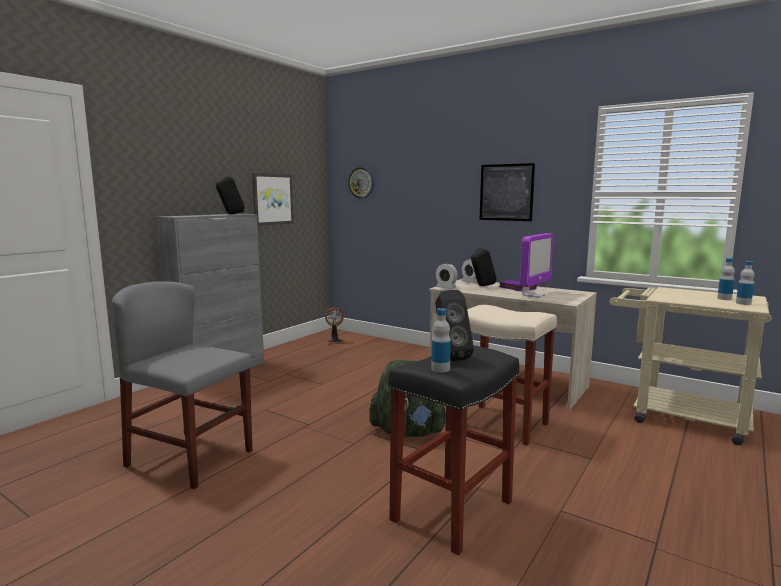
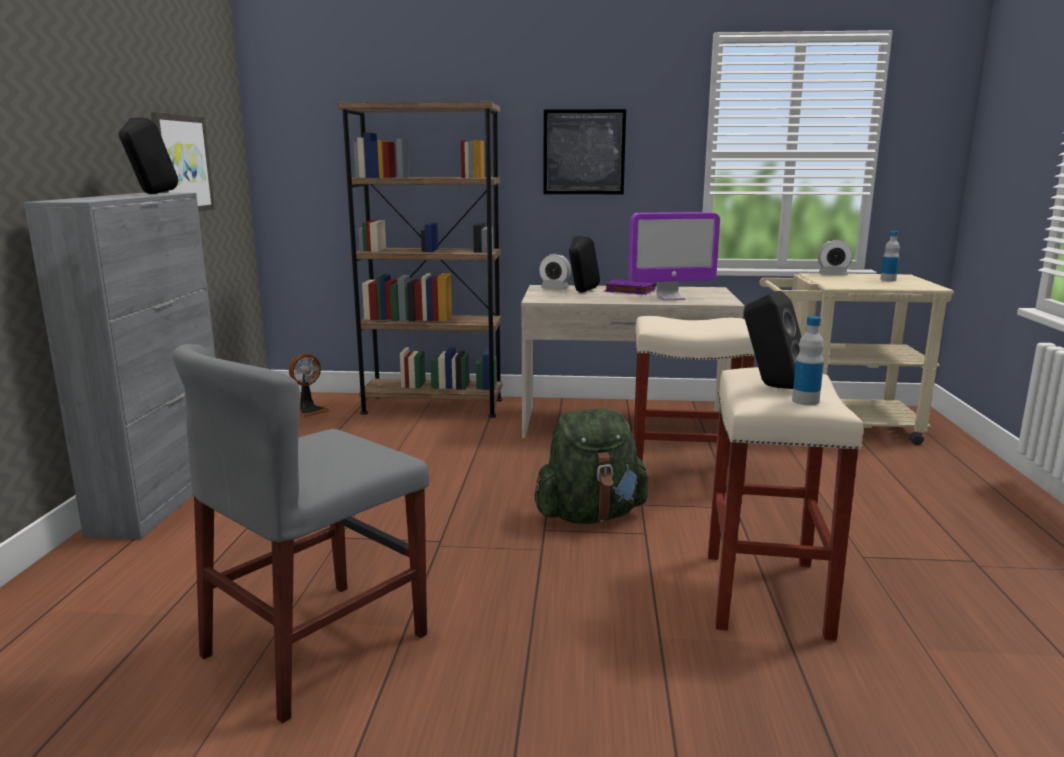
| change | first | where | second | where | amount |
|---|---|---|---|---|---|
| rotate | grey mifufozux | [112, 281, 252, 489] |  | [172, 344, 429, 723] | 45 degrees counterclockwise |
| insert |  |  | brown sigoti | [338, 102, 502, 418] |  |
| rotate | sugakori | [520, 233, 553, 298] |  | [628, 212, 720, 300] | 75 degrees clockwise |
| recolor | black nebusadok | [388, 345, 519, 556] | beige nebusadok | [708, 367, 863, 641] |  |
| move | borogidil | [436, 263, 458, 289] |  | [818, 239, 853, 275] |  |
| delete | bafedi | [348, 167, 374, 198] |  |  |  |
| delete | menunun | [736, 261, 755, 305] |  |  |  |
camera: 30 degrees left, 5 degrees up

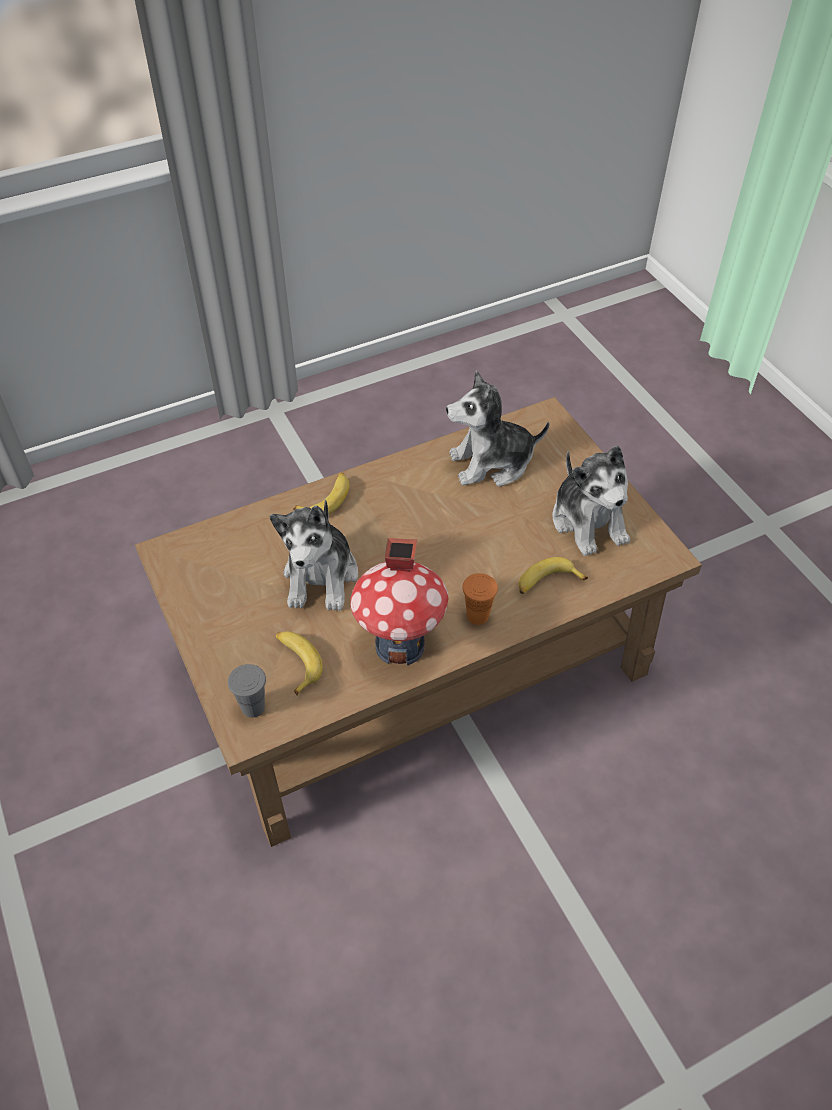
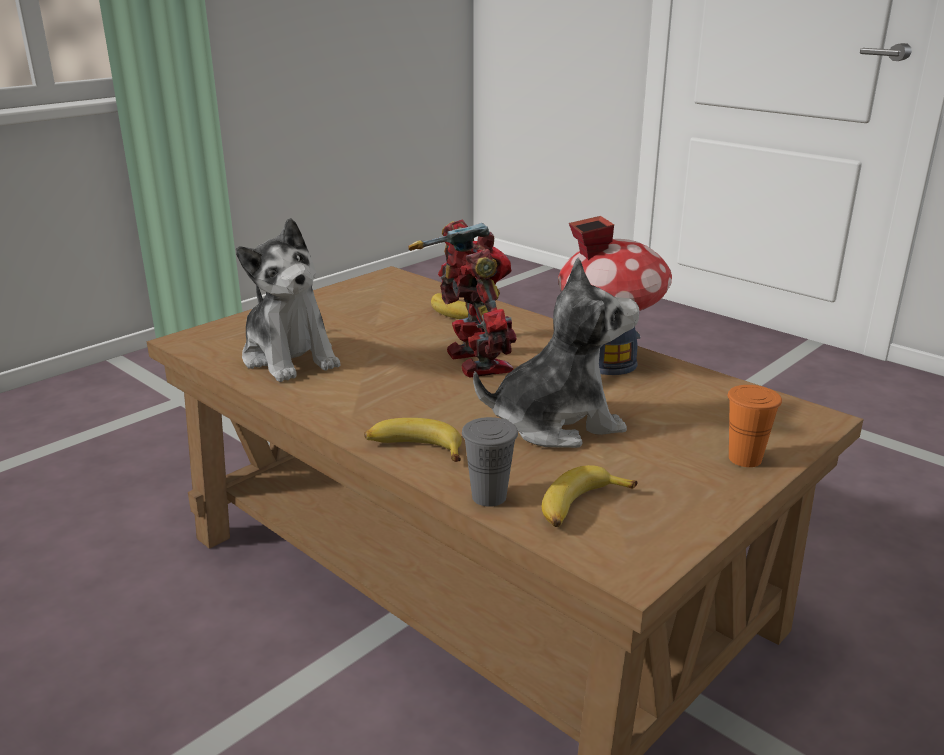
| change | first | where | second | where | amount |
|---|---|---|---|---|---|
| insert |  |  | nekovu | [408, 219, 517, 377] |  |
| move | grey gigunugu | [228, 664, 266, 718] |  | [462, 417, 518, 507] |  |
| move | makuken | [276, 631, 323, 696] |  | [542, 465, 638, 527] |  |
| move | orange gigunugu | [462, 573, 498, 625] |  | [728, 385, 782, 467] |  |
| delete | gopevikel | [552, 446, 630, 556] |  |  |  |
camera: 110 degrees left, 25 degrees down

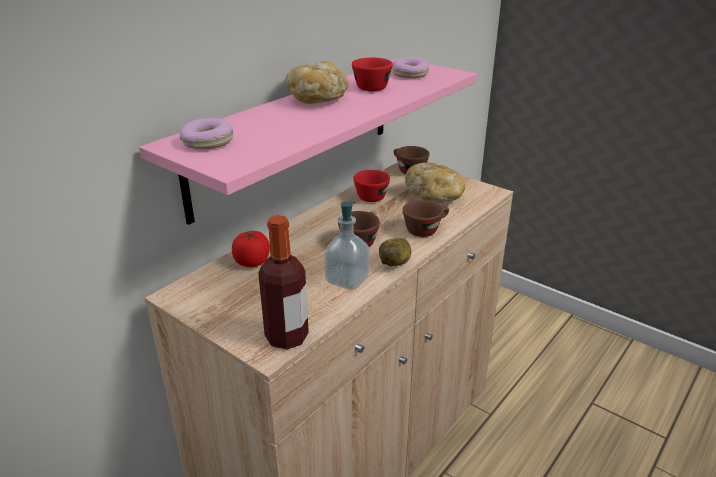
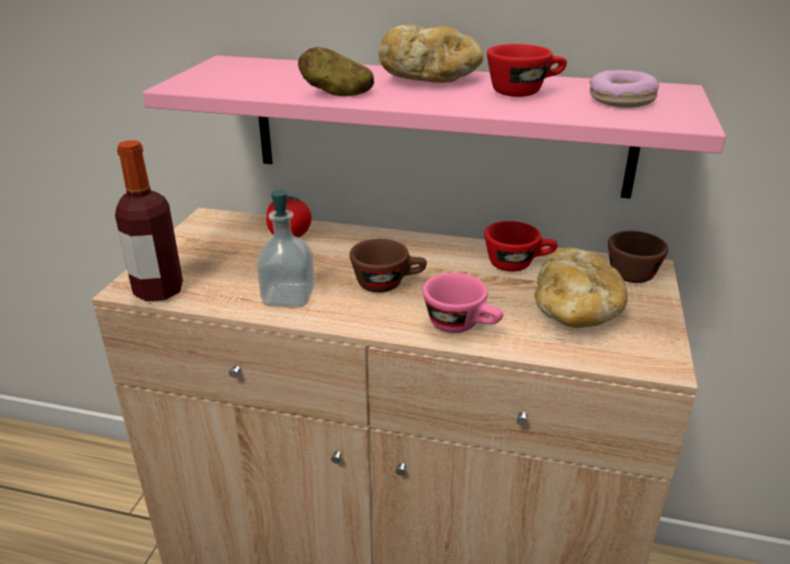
| change | first | where | second | where | amount |
|---|---|---|---|---|---|
| move | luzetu | [379, 238, 411, 266] |  | [298, 47, 374, 96] |  |
| recolor | brown gigunugu | [403, 200, 449, 237] | pink gigunugu | [423, 273, 503, 333] |  |
| delete | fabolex | [180, 118, 233, 150] |  |  |  |
camera: 65 degrees right, 0 degrees up

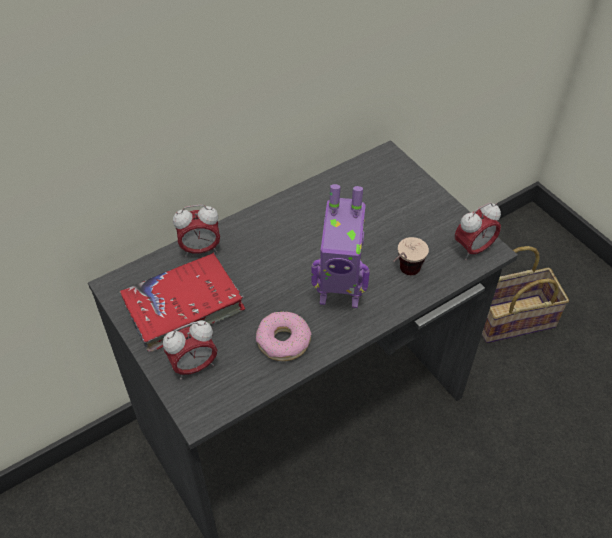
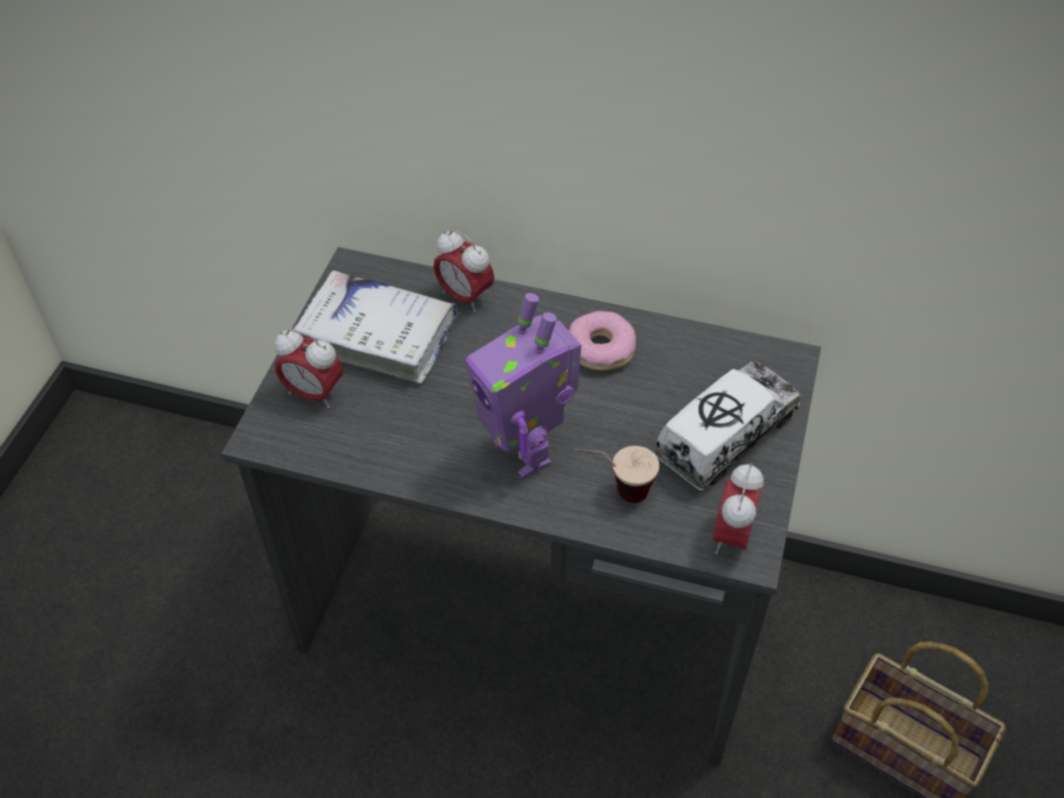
| change | first | where | second | where | amount |
|---|---|---|---|---|---|
| recolor | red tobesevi | [120, 252, 245, 352] | white tobesevi | [293, 270, 458, 384] |  |
| move | fabolex | [256, 311, 311, 361] |  | [569, 311, 636, 371] |  |
| insert |  |  | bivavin | [654, 361, 801, 492] |  |
| rotate | borogidil | [455, 202, 501, 260] |  | [712, 463, 764, 554] | 90 degrees clockwise |
camera: 50 degrees right, 0 degrees up

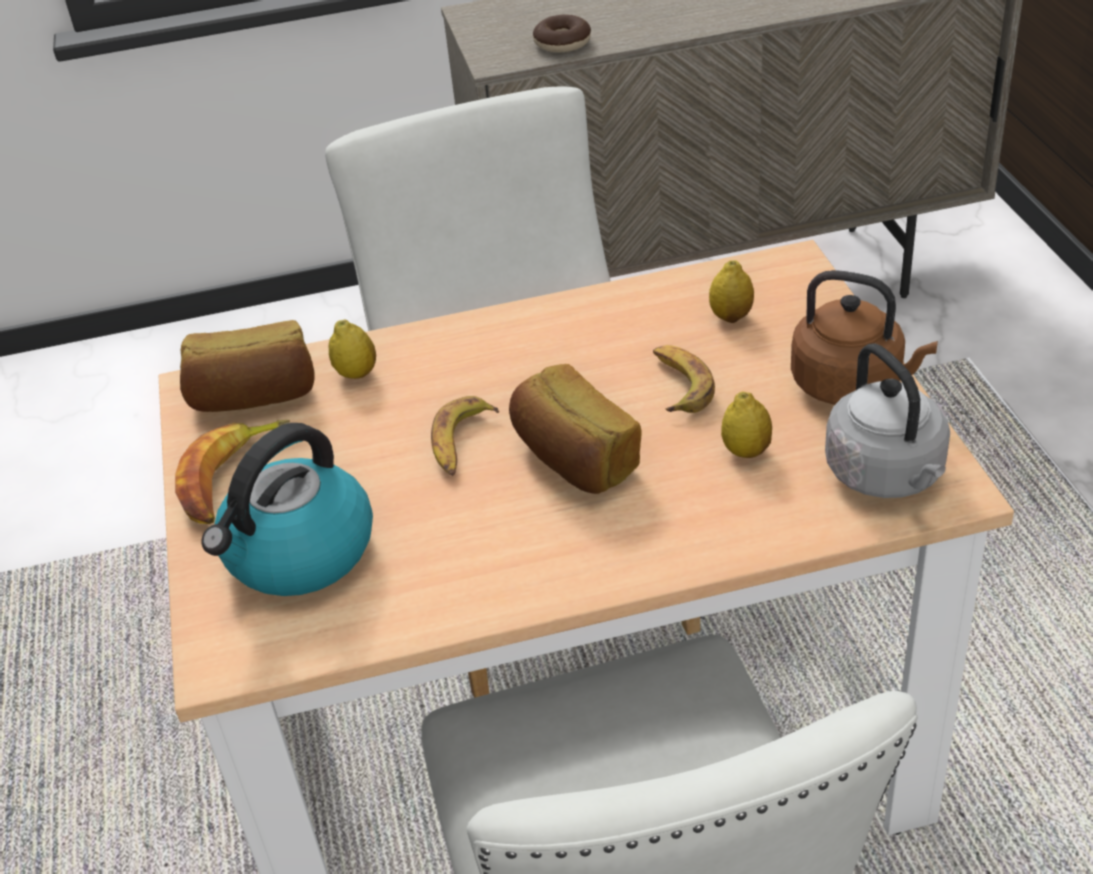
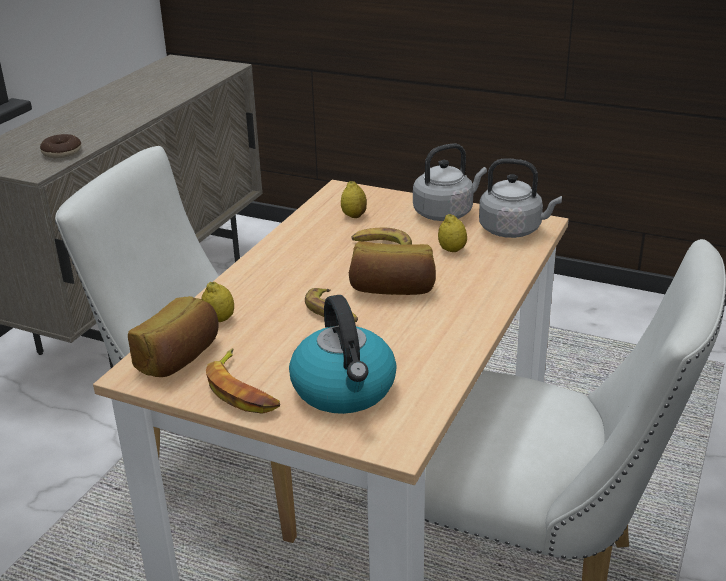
| change | first | where | second | where | amount |
|---|---|---|---|---|---|
| recolor | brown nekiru | [791, 270, 938, 405] | grey nekiru | [413, 143, 487, 221] |  |
camera: 55 degrees left, 10 degrees down

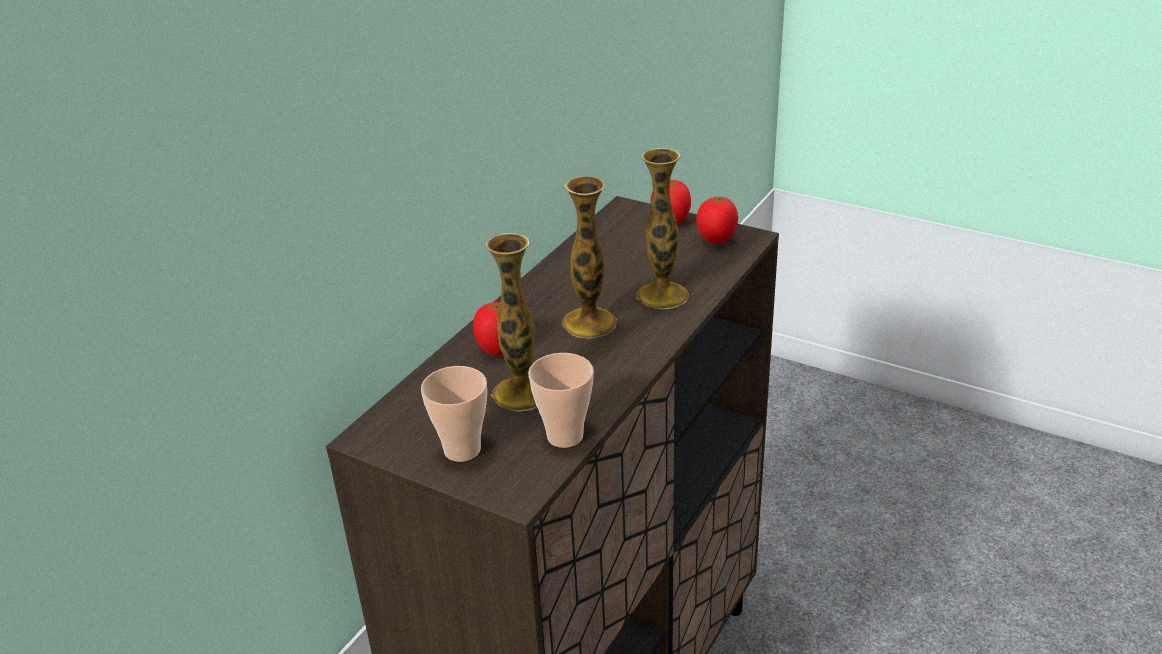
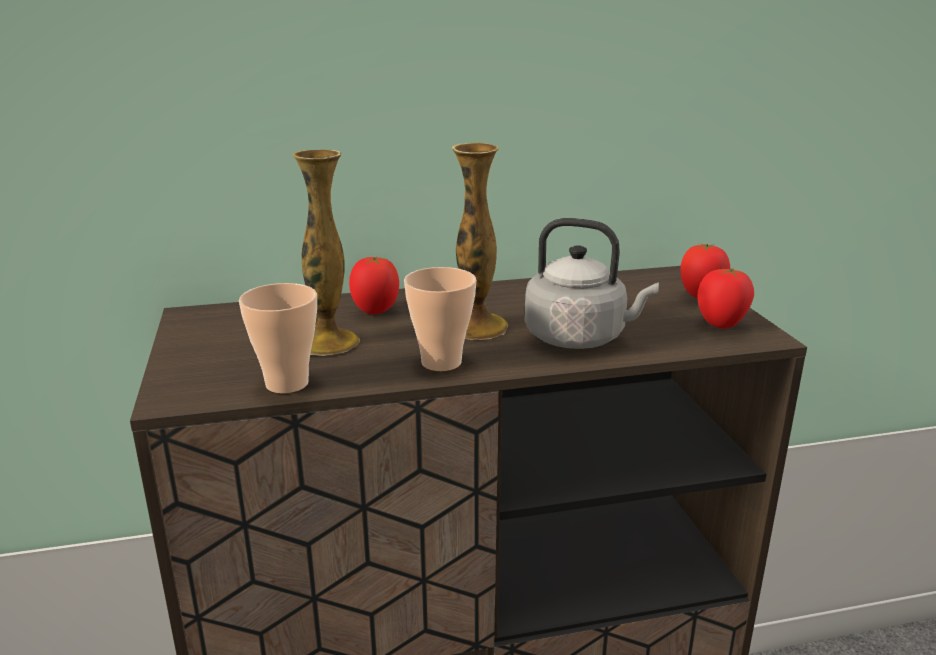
| change | first | where | second | where | amount |
|---|---|---|---|---|---|
| move | gigunugu | [421, 366, 487, 462] |  | [404, 267, 476, 371] |  |
| replace | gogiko | [636, 148, 689, 309] | grey nekiru | [525, 218, 659, 349] |  |
camera: 45 degrees right, 10 degrees down

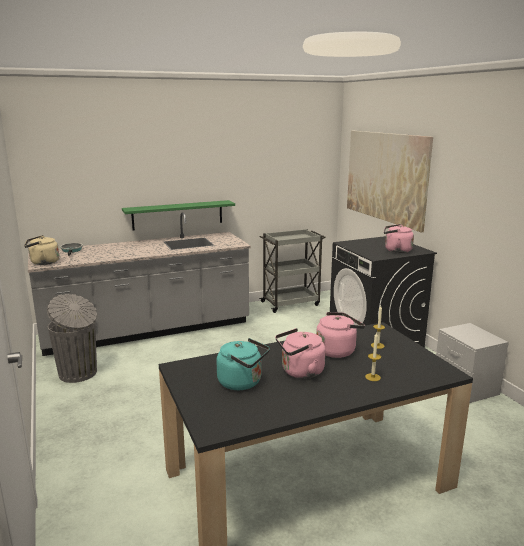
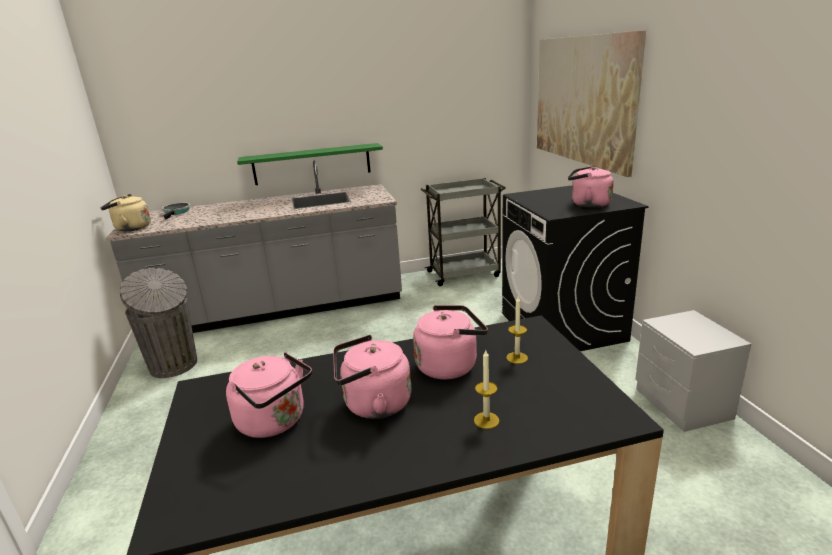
| change | first | where | second | where | amount |
|---|---|---|---|---|---|
| recolor | turquoise nekiru | [217, 338, 270, 390] | pink nekiru | [226, 352, 312, 438] |  |
camera: 10 degrees right, 5 degrees up

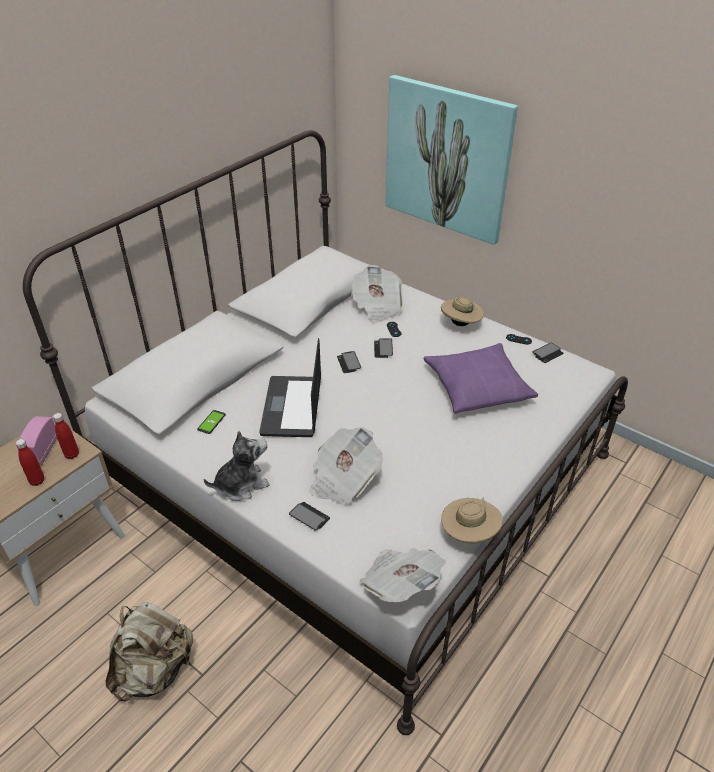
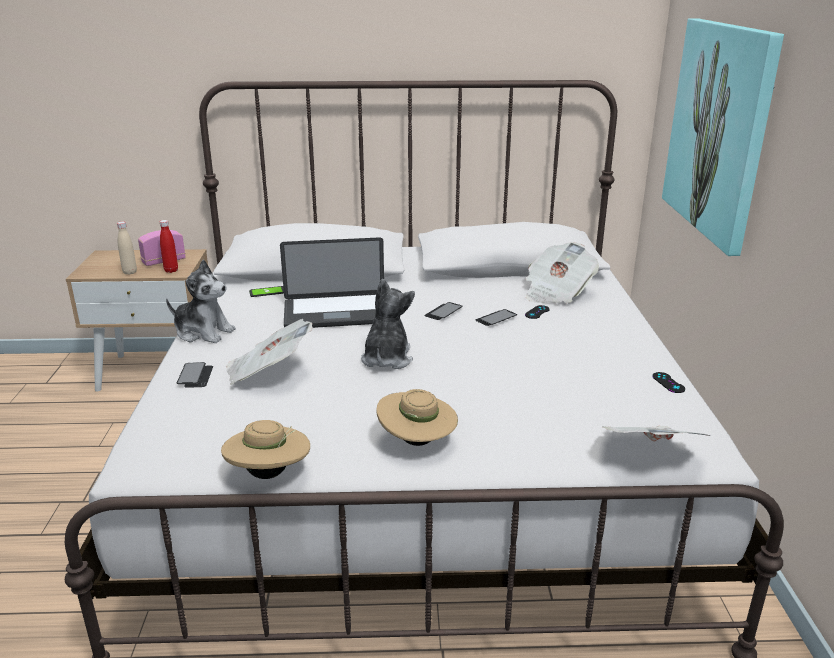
| change | first | where | second | where | amount |
|---|---|---|---|---|---|
| recolor | red menunun | [15, 439, 44, 486] | beige menunun | [117, 221, 137, 275] |  |
| rotate | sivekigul | [259, 338, 321, 437] |  | [280, 238, 384, 328] | 150 degrees counterclockwise |
| insert |  |  | gopevikel | [361, 279, 415, 369] |  |
| move | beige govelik | [441, 297, 484, 326] |  | [377, 389, 458, 446] |  |
| move | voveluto | [359, 549, 446, 602] |  | [603, 426, 711, 441] |  |
| delete | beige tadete | [106, 602, 193, 701] |  |  |  |
| delete | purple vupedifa | [424, 343, 538, 414] |  |  |  |
| delete | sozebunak | [532, 343, 564, 363] |  |  |  |
camera: 50 degrees right, 15 degrees down

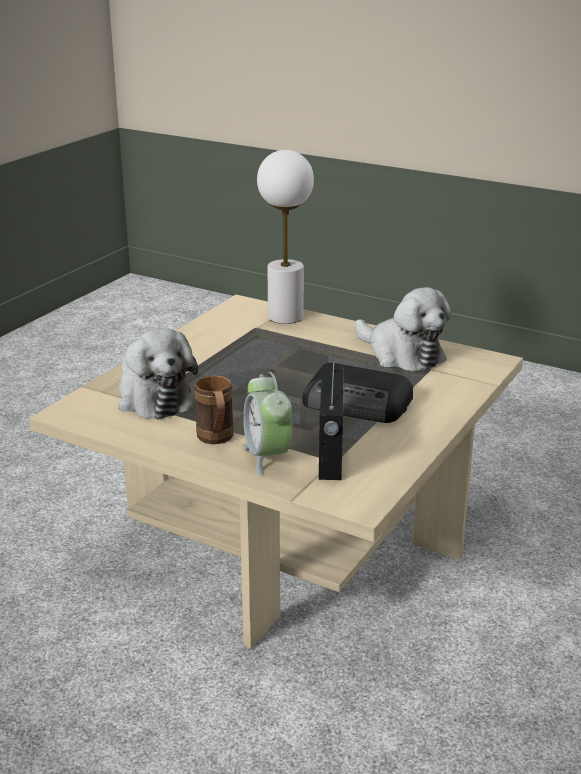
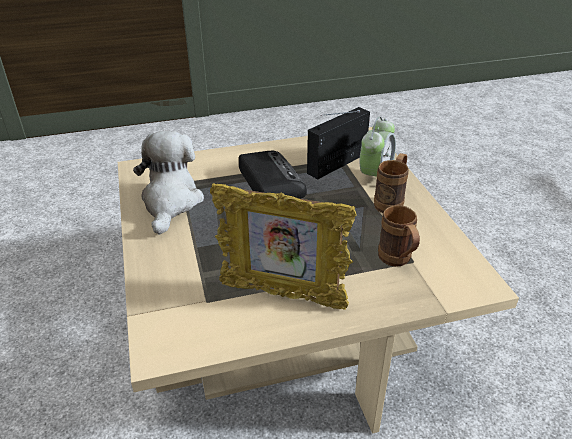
| change | first | where | second | where | amount |
|---|---|---|---|---|---|
| insert |  |  | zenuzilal | [210, 183, 357, 310] |  |
| replace | gopevikel | [118, 328, 198, 419] | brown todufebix | [378, 205, 420, 267] |  |
| delete | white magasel | [257, 150, 314, 324] |  |  |  |
camera: 135 degrees left, 10 degrees up

